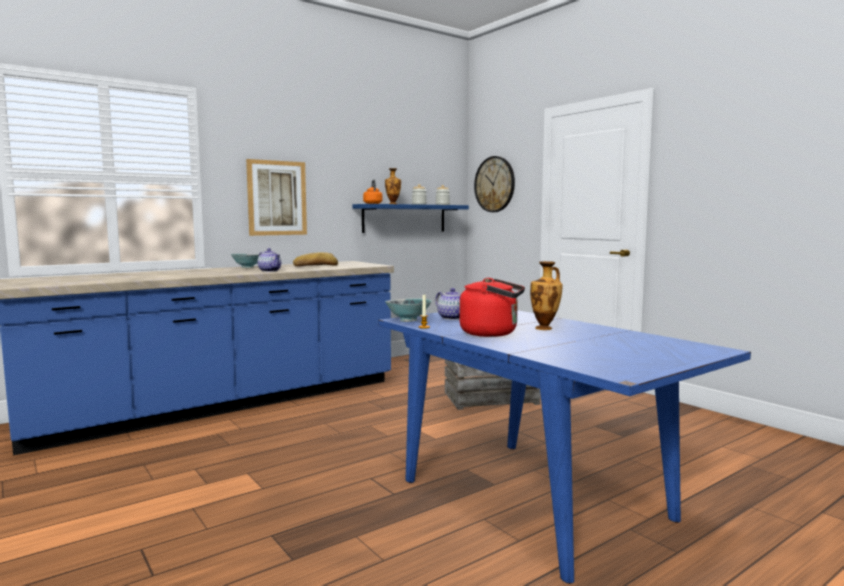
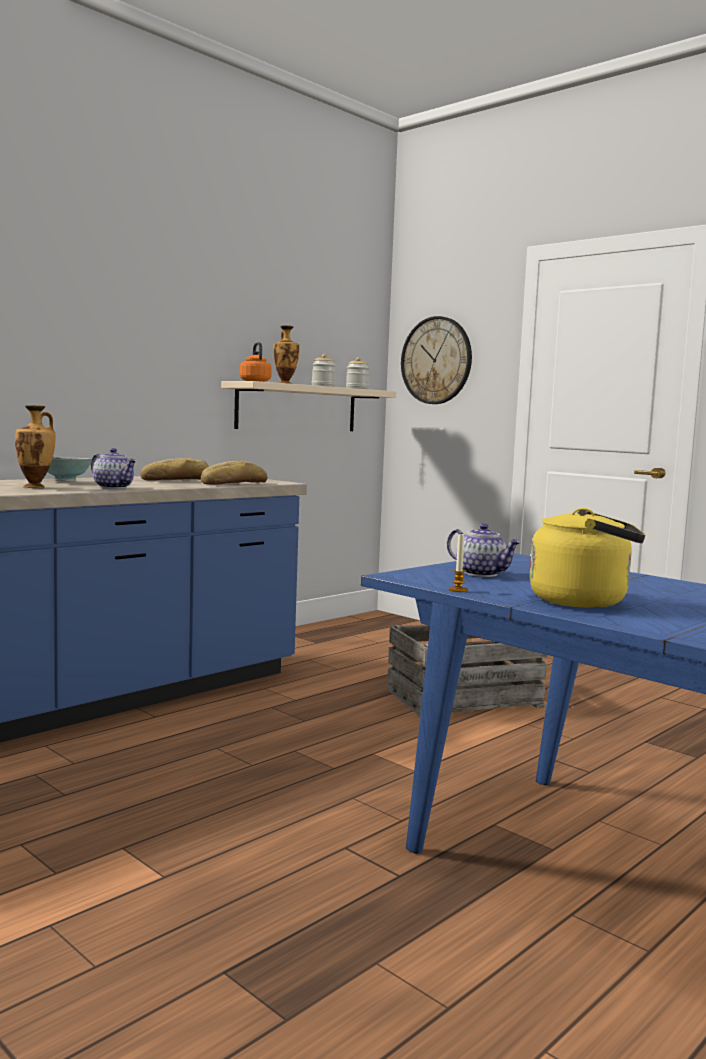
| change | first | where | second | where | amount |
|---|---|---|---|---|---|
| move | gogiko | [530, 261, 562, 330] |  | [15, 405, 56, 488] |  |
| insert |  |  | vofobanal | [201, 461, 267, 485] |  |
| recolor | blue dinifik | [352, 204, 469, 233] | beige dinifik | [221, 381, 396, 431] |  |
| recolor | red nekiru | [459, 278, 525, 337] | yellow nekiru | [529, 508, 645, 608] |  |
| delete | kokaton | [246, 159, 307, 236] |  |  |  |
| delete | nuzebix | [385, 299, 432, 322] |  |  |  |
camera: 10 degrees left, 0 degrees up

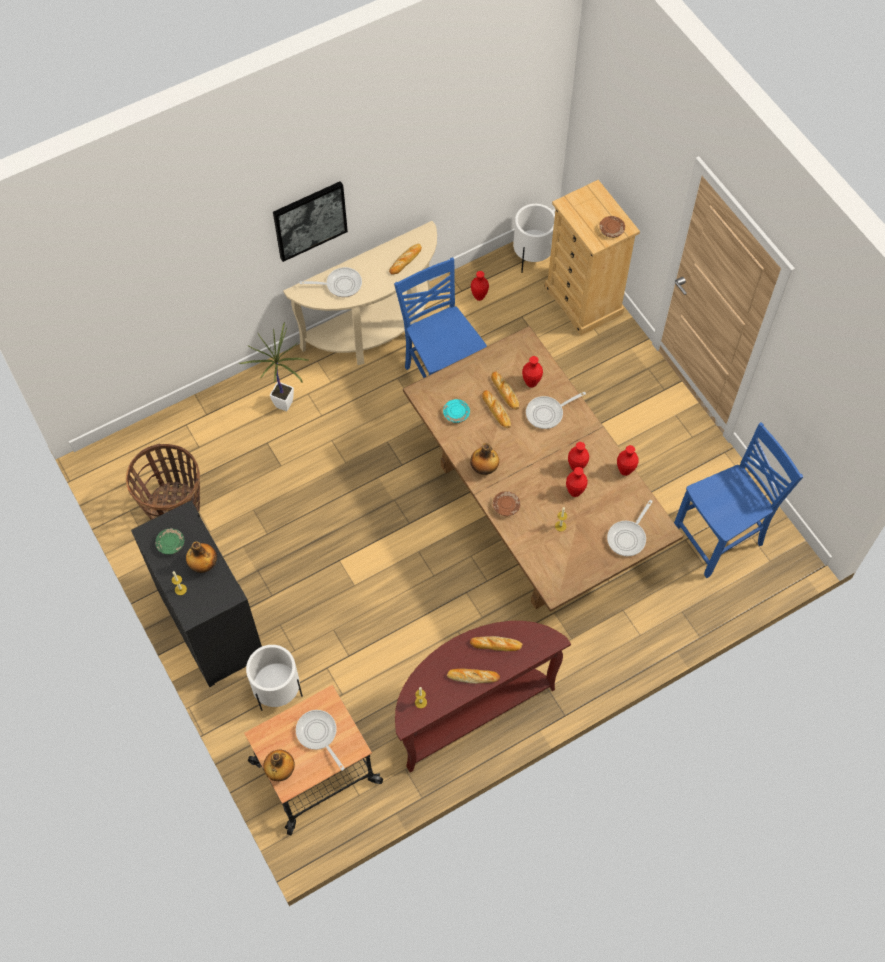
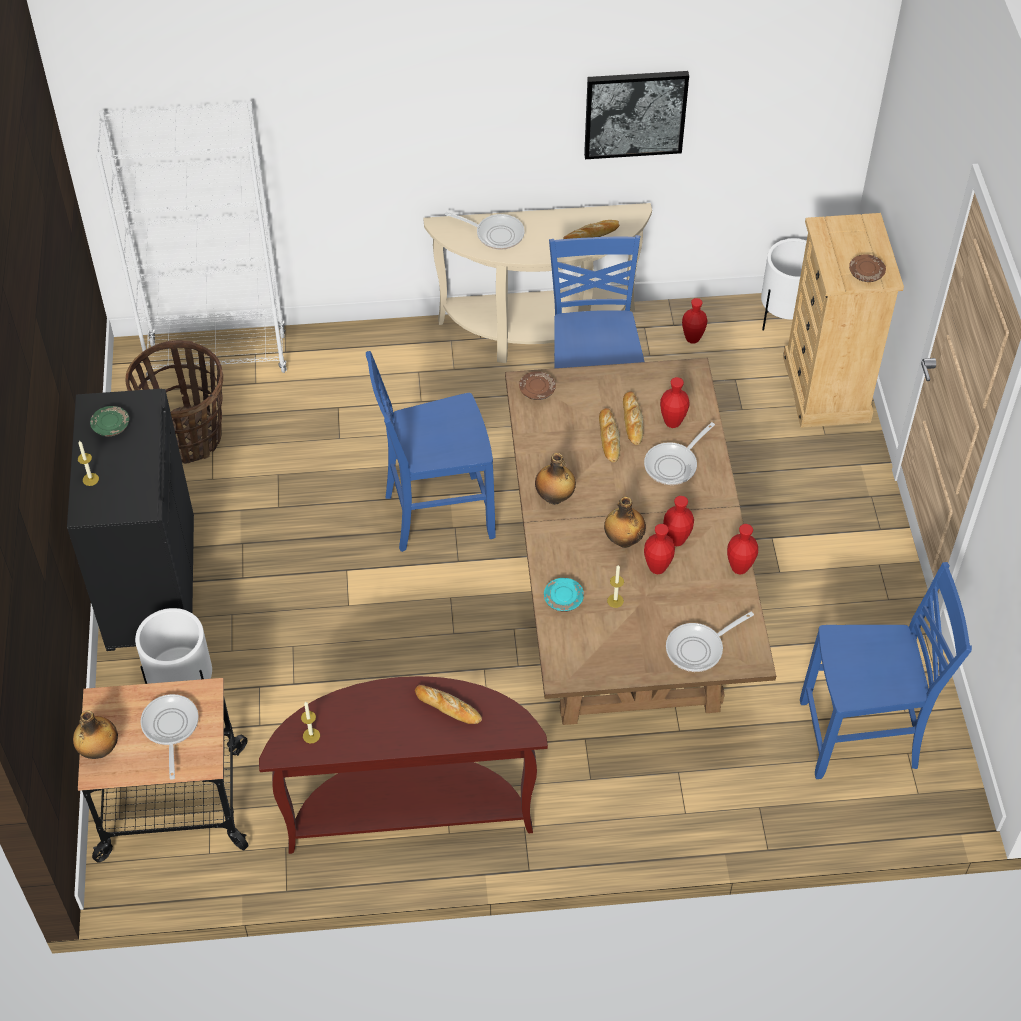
| change | first | where | second | where | amount |
|---|---|---|---|---|---|
| insert |  |  | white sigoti | [96, 101, 287, 382] |  |
| insert |  |  | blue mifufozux | [366, 351, 496, 552] |  |
| move | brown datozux | [493, 491, 520, 516] |  | [519, 371, 556, 400] |  |
| move | turquoise datozux | [443, 399, 470, 423] |  | [544, 578, 584, 612] |  |
| move | kokaton | [273, 181, 348, 262] |  | [584, 71, 689, 159] |  |
| move | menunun | [186, 541, 217, 573] |  | [604, 497, 646, 548] |  |
| rotate | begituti | [526, 392, 586, 429] |  | [644, 422, 715, 485] | 45 degrees counterclockwise |
| delete | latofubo | [239, 322, 309, 411] |  |  |  |
| delete | vofobanal | [447, 669, 500, 684] |  |  |  |
camera: 25 degrees right, 10 degrees down

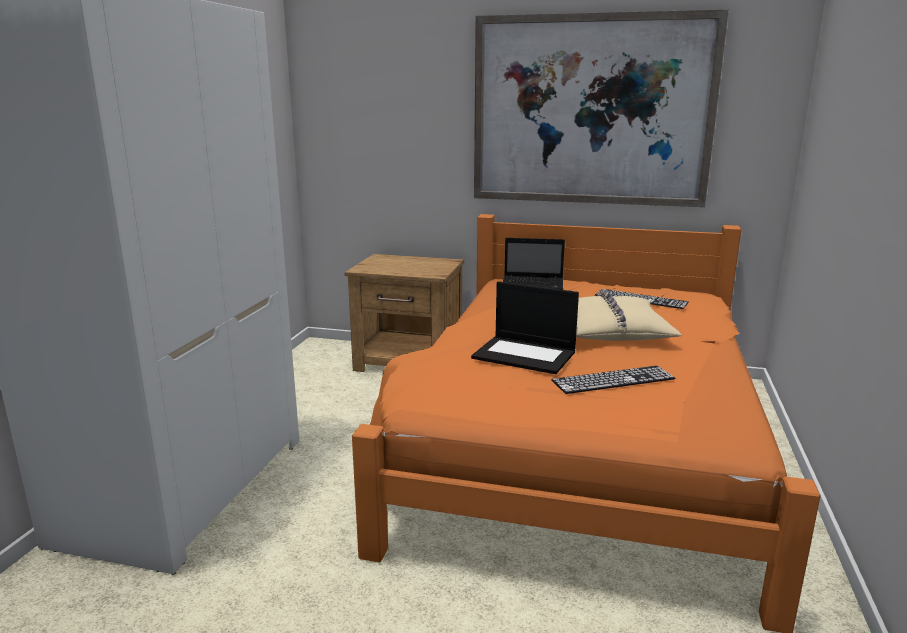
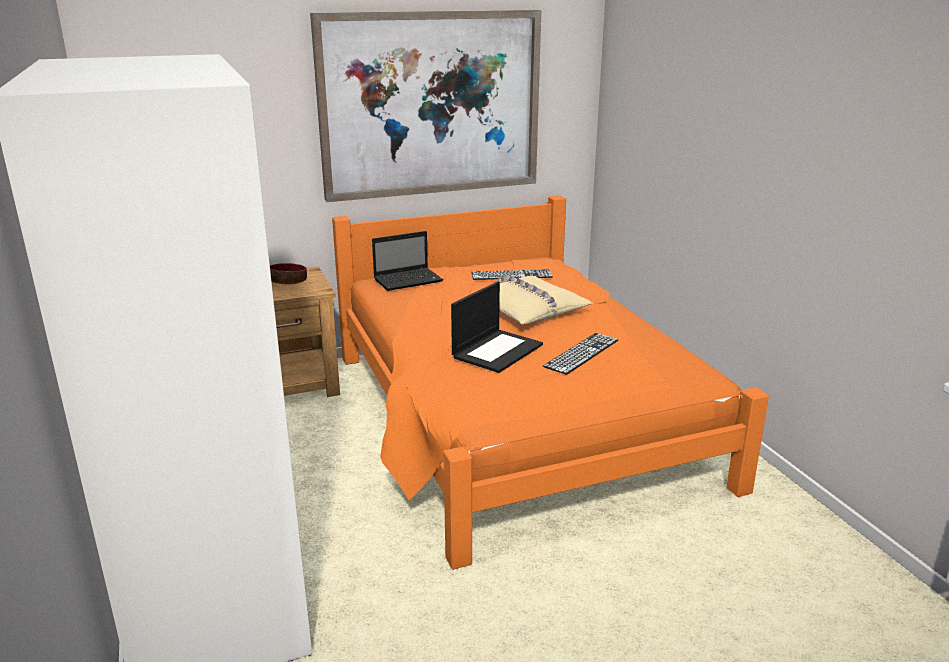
| change | first | where | second | where | amount |
|---|---|---|---|---|---|
| insert |  |  | nuzebix | [270, 263, 307, 285] |  |
| rotate | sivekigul | [471, 281, 579, 374] |  | [451, 281, 543, 373] | 45 degrees counterclockwise |
camera: 35 degrees left, 5 degrees up

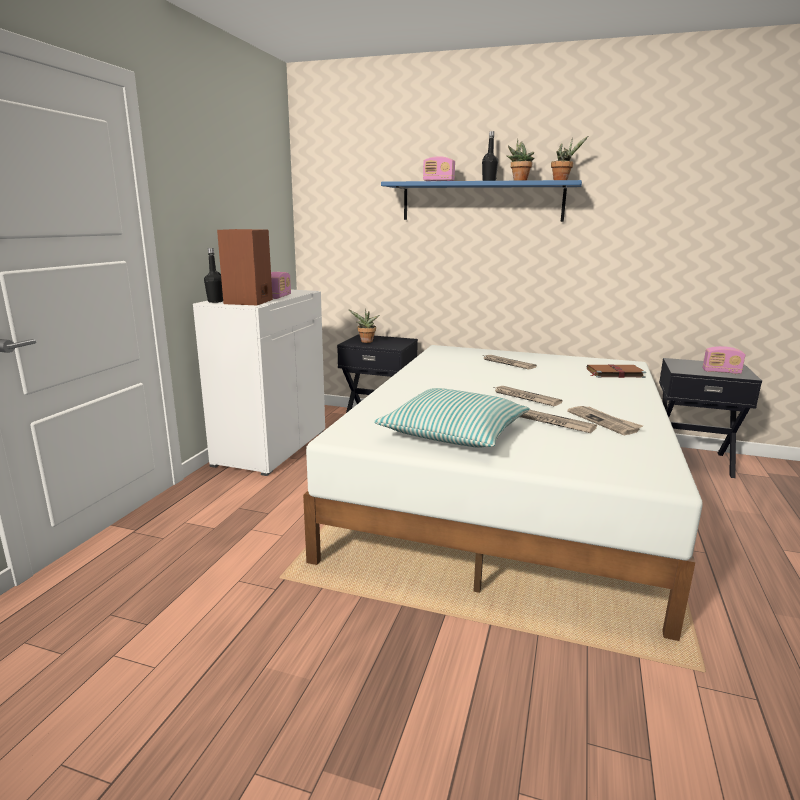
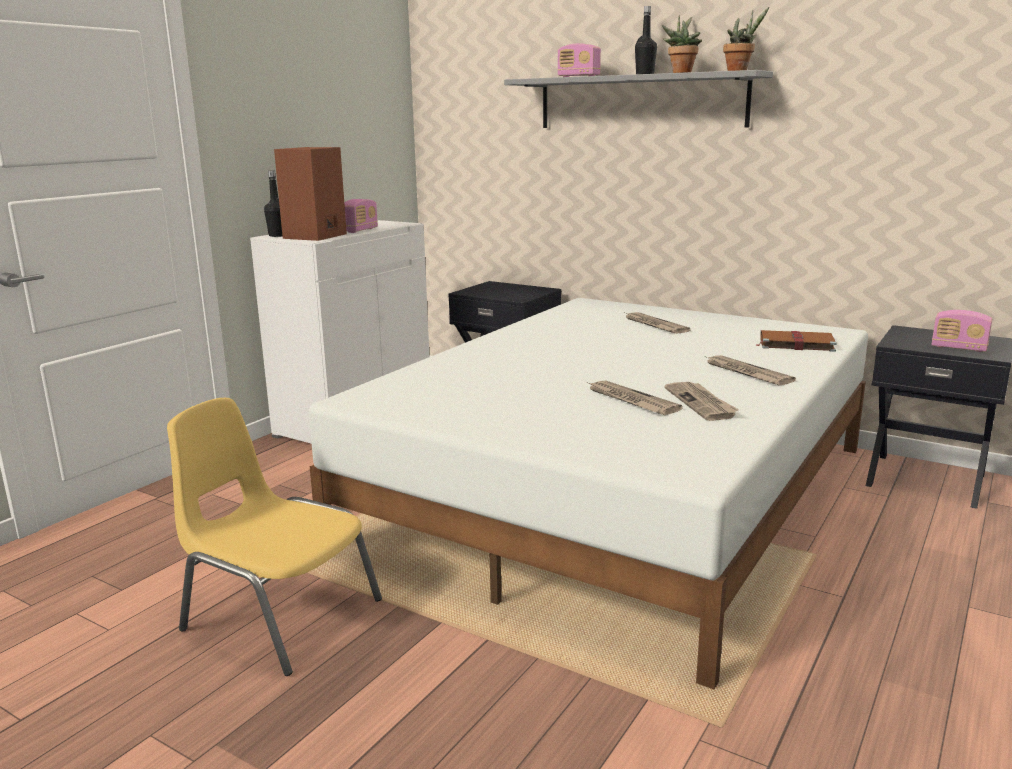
| change | first | where | second | where | amount |
|---|---|---|---|---|---|
| insert |  |  | yellow mifufozux | [167, 398, 382, 676] |  |
| recolor | blue dinifik | [381, 180, 582, 222] | grey dinifik | [504, 70, 773, 128] |  |
| move | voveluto | [494, 386, 563, 406] |  | [705, 355, 796, 386] |  |
| delete | latofubo | [348, 309, 380, 343] |  |  |  |
| delete | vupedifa | [374, 388, 530, 448] |  |  |  |
camera: 15 degrees right, 0 degrees up

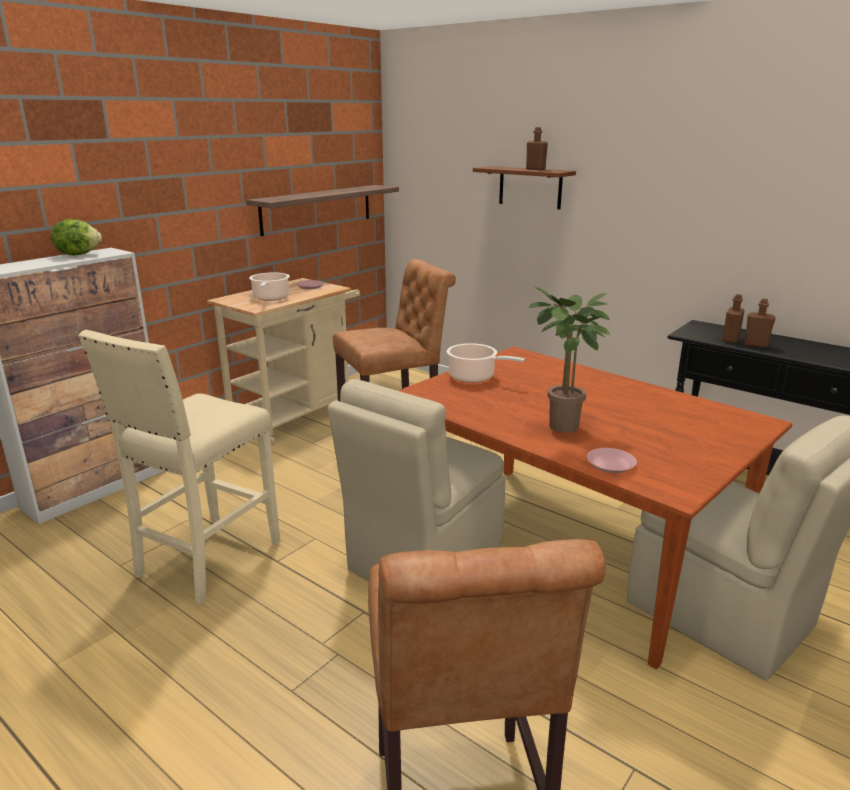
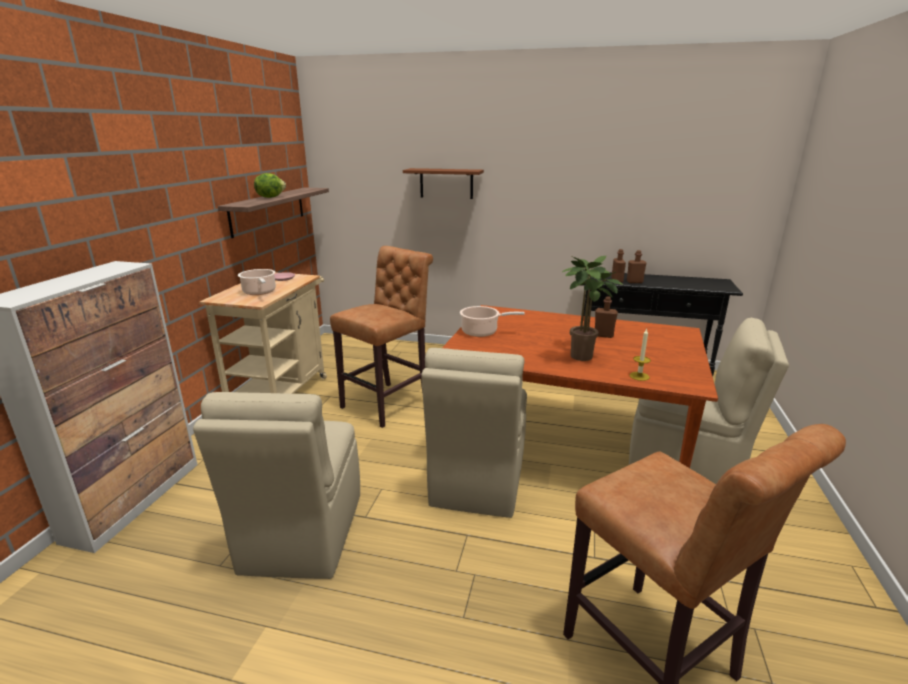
| change | first | where | second | where | amount |
|---|---|---|---|---|---|
| replace | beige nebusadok | [78, 330, 281, 604] | beige mifufozux | [193, 392, 360, 579] |  |
| move | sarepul | [51, 219, 102, 255] |  | [254, 173, 286, 198] |  |
| move | brown menunun | [526, 127, 548, 170] |  | [595, 296, 618, 338] |  |
| replace | pink datozux | [587, 448, 637, 473] | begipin | [629, 329, 651, 381] |  |
camera: 25 degrees left, 0 degrees up

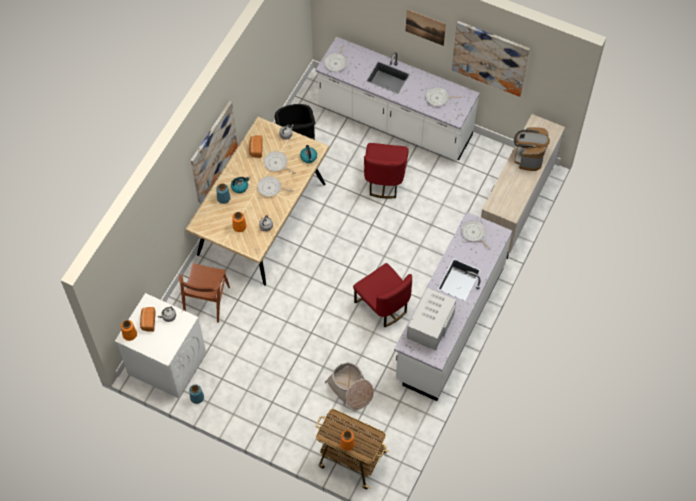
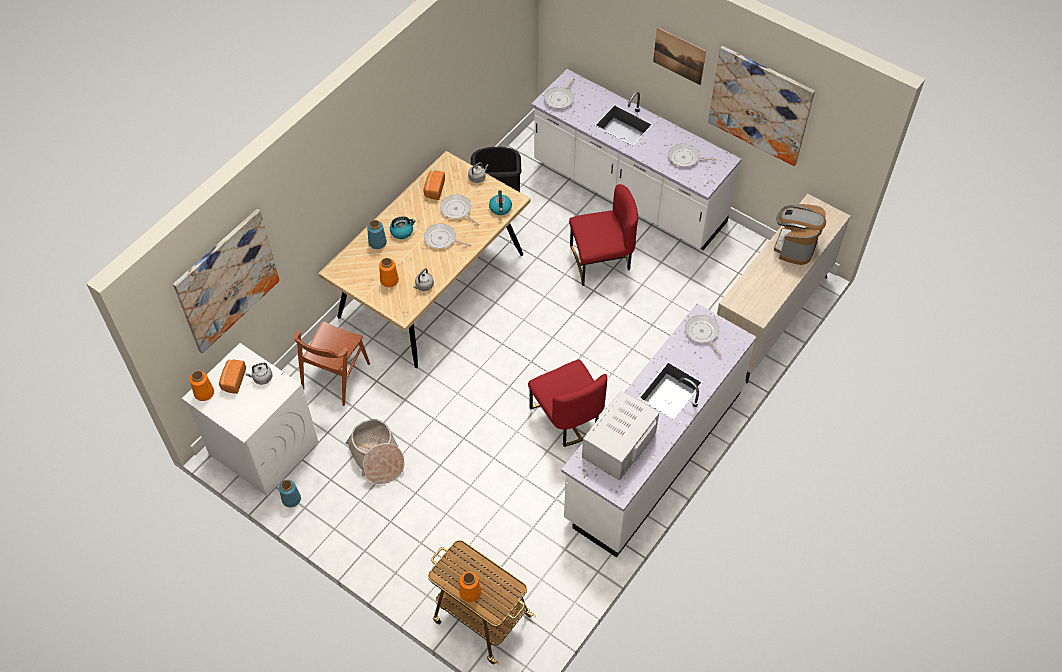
| change | first | where | second | where | amount |
|---|---|---|---|---|---|
| move | kokaton | [191, 101, 238, 203] |  | [173, 209, 280, 354] |  |
| move | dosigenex | [325, 363, 374, 410] |  | [346, 419, 404, 484] |  |
| rotate | red mifufozux | [364, 143, 408, 199] |  | [569, 184, 638, 286] | 120 degrees counterclockwise |
camera: 10 degrees right, 5 degrees down

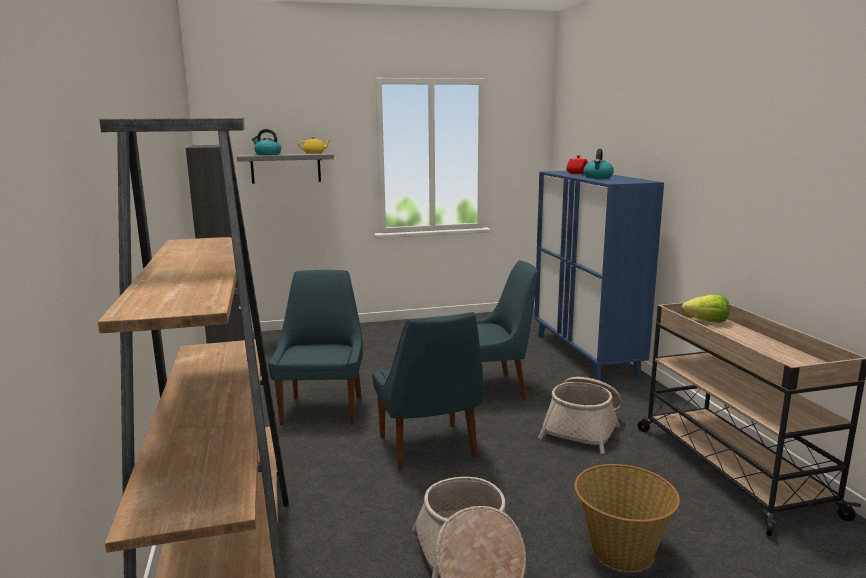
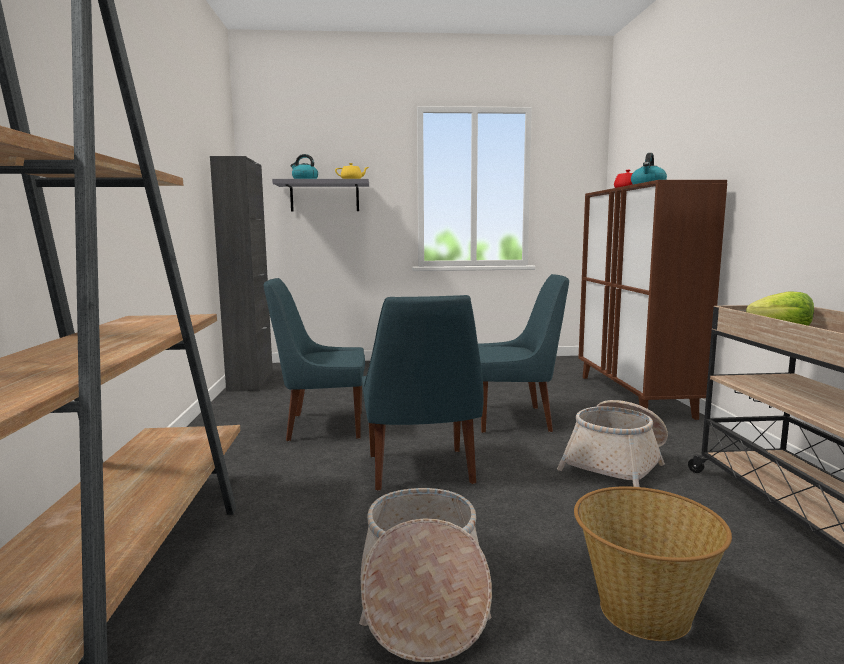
| change | first | where | second | where | amount |
|---|---|---|---|---|---|
| rotate | blue mifufozux | [268, 270, 363, 425] |  | [264, 278, 365, 441] | 105 degrees counterclockwise |
| recolor | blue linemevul | [534, 171, 664, 381] | brown linemevul | [578, 180, 727, 420] |  |
camera: 10 degrees right, 5 degrees down

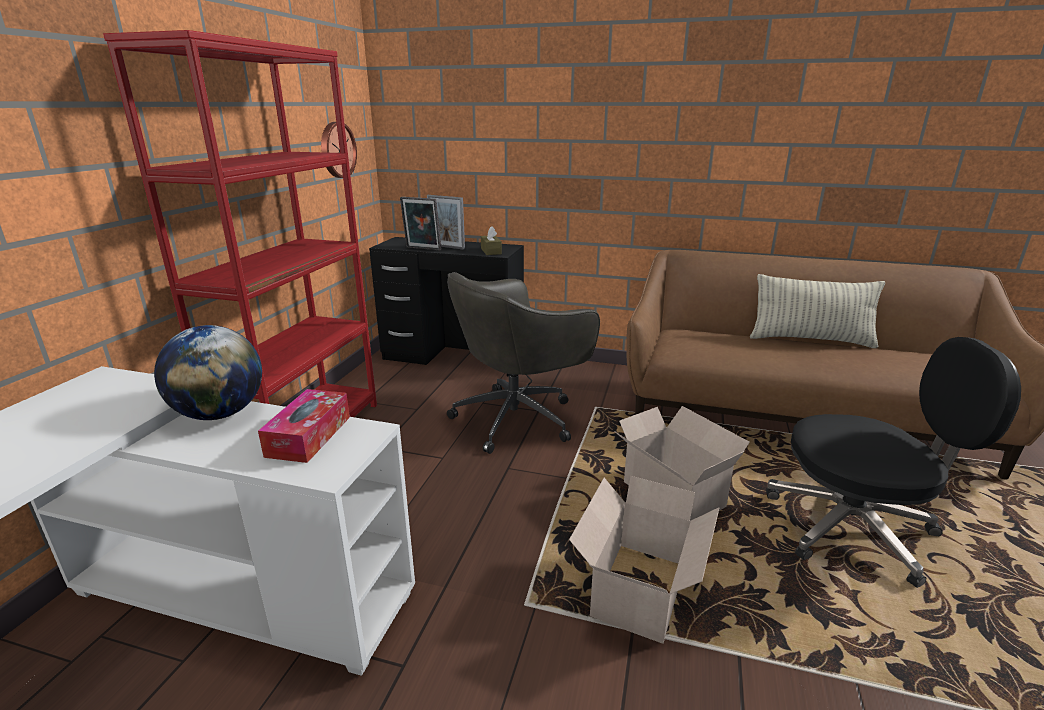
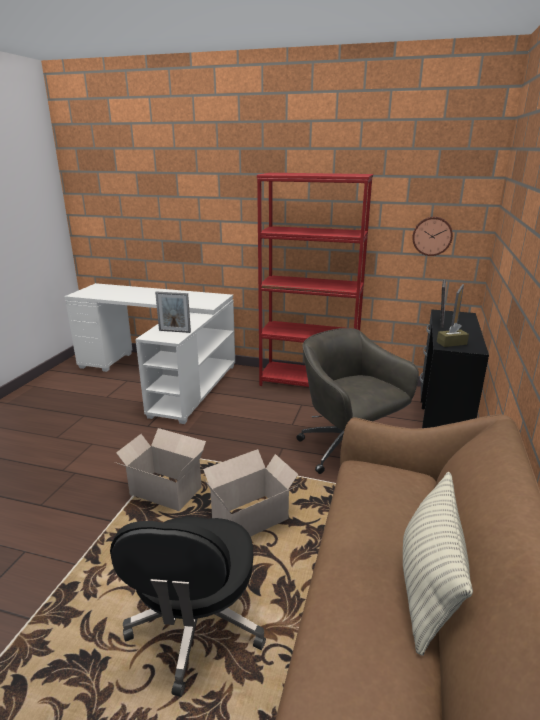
| change | first | where | second | where | amount |
|---|---|---|---|---|---|
| replace | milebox | [258, 389, 350, 463] | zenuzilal | [155, 292, 191, 333] |  |
| delete | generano | [154, 325, 262, 420] |  |  |  |
camera: 90 degrees right, 0 degrees up

